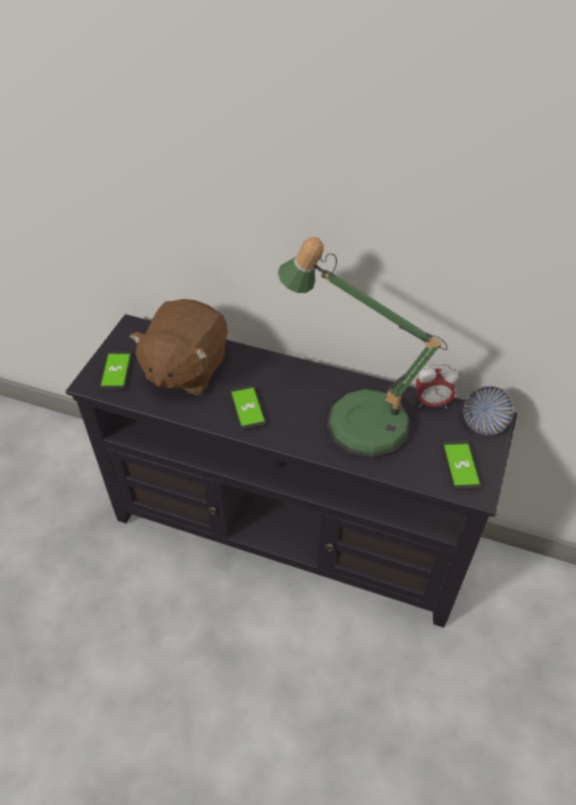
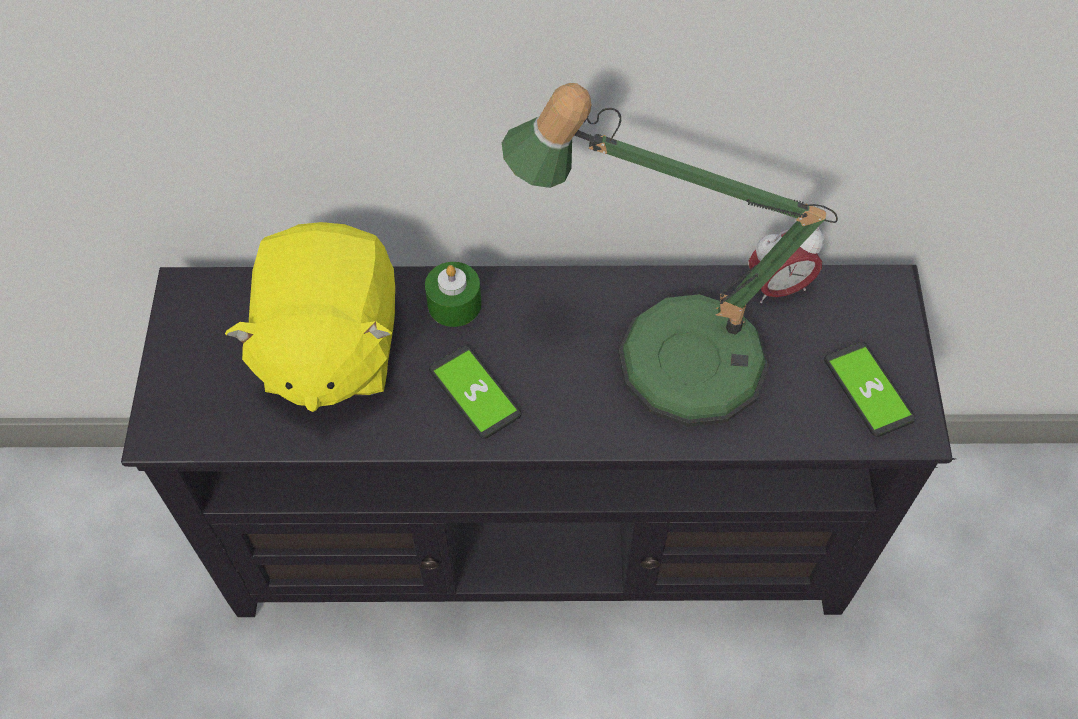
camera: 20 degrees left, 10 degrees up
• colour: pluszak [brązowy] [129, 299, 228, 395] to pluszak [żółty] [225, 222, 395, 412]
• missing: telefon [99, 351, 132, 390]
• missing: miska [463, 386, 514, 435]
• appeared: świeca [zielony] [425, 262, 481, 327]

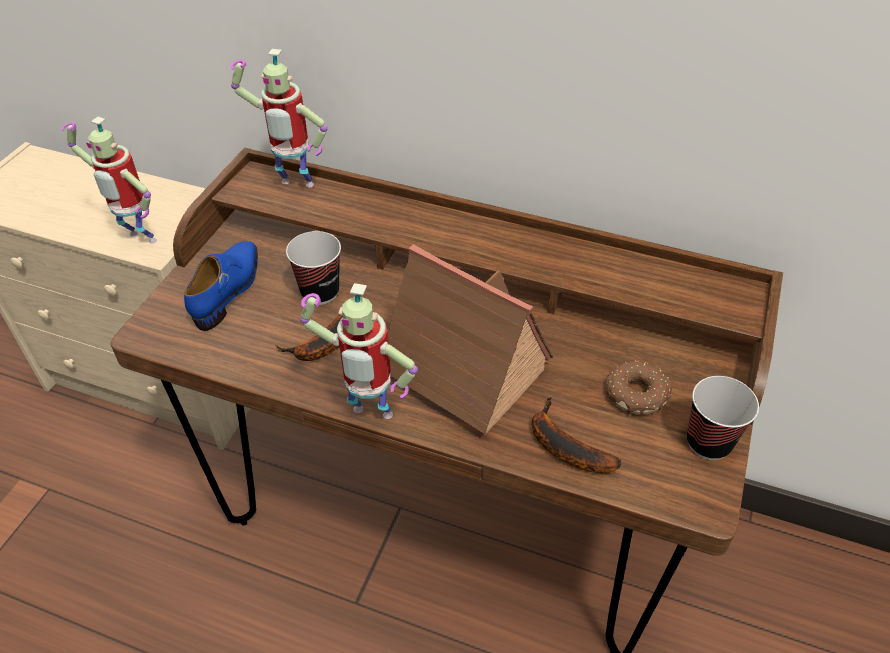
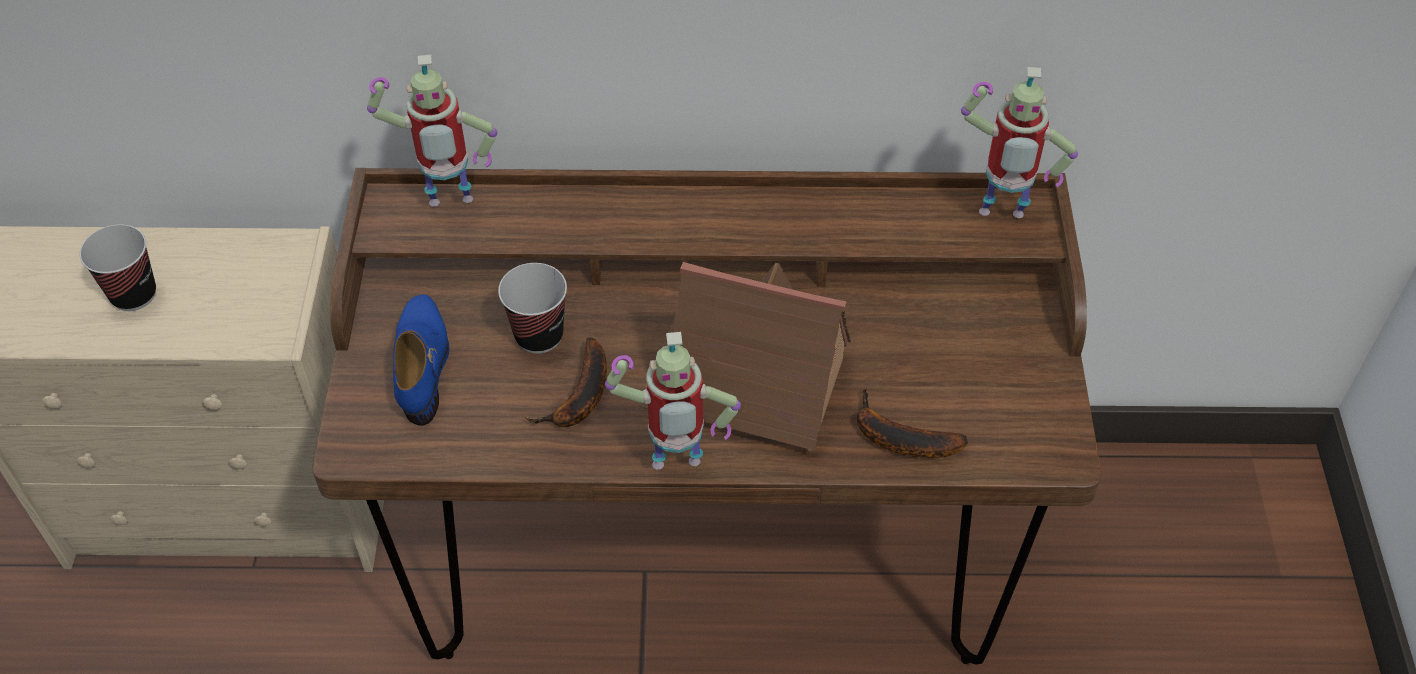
camera: 20 degrees left, 5 degrees up
• relocated: robot zabawkowy [61, 117, 157, 243] to [961, 67, 1078, 218]
• missing: donut [606, 361, 673, 415]
• relocated: filiżanka [687, 376, 759, 460] to [80, 224, 156, 311]

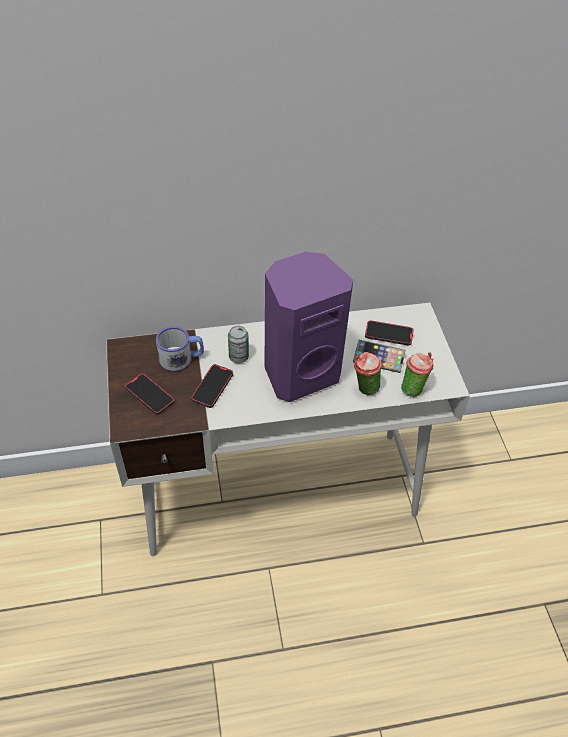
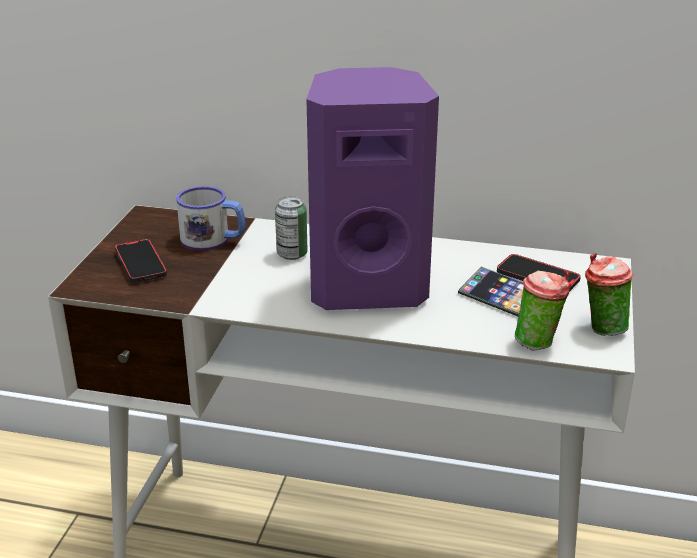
camera: 25 degrees right, 20 degrees down
• relocated: filiżanka [354, 352, 382, 395] to [585, 253, 633, 336]
• missing: telefon [191, 364, 233, 408]

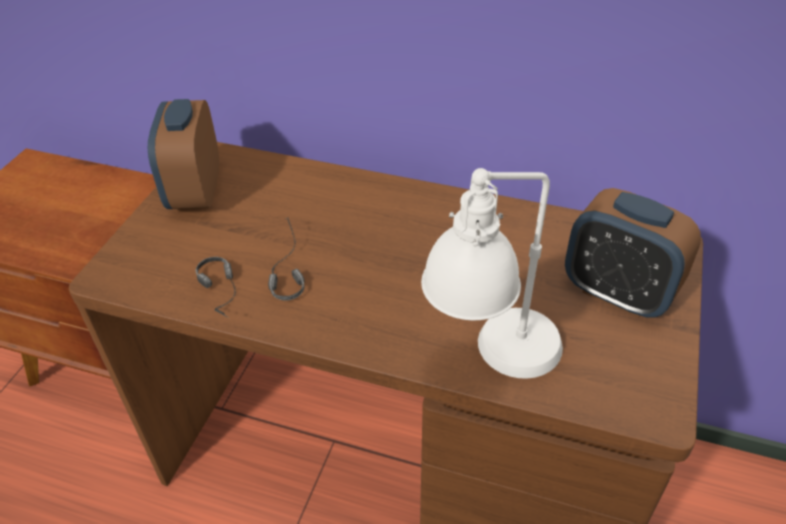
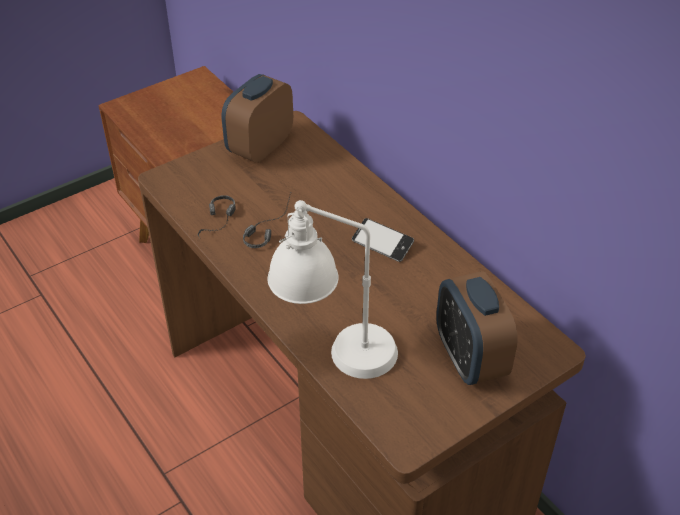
camera: 35 degrees right, 0 degrees up
• appeared: telefon [352, 218, 414, 262]

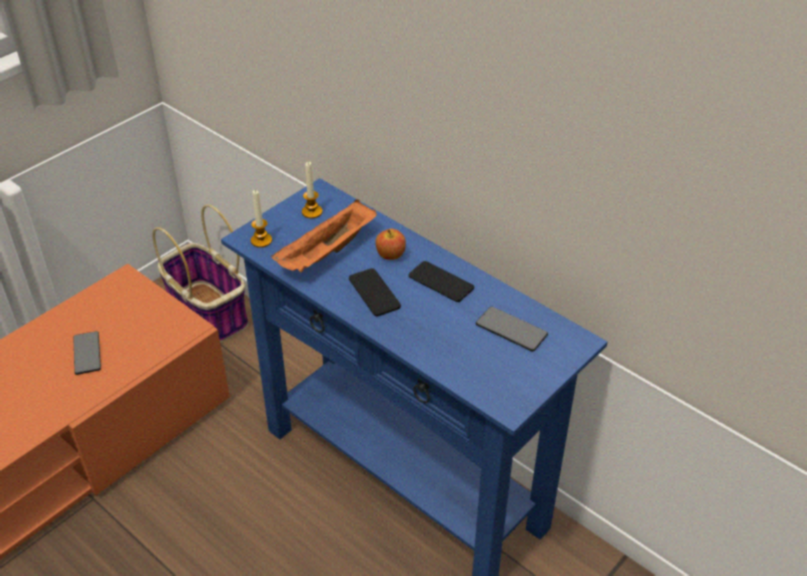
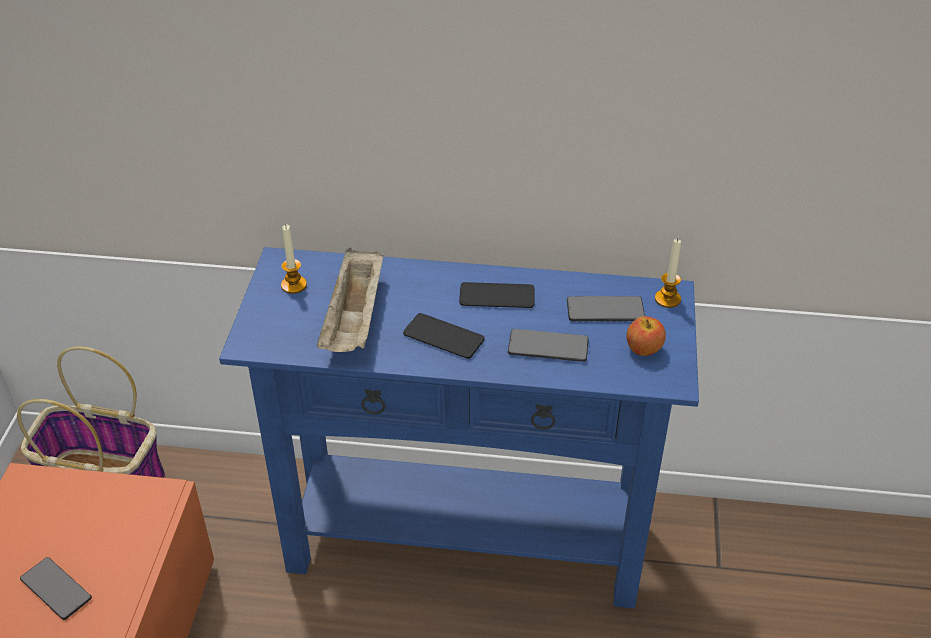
camera: 35 degrees left, 0 degrees up
• relocated: świeca [251, 190, 272, 248] to [655, 239, 681, 308]
• colour: taca [pomarańczowy] [271, 199, 377, 272] to taca [beżowy] [317, 248, 383, 352]
• relocated: jabłko [375, 229, 406, 260] to [626, 316, 666, 356]
• appeared: telefon [508, 329, 589, 362]

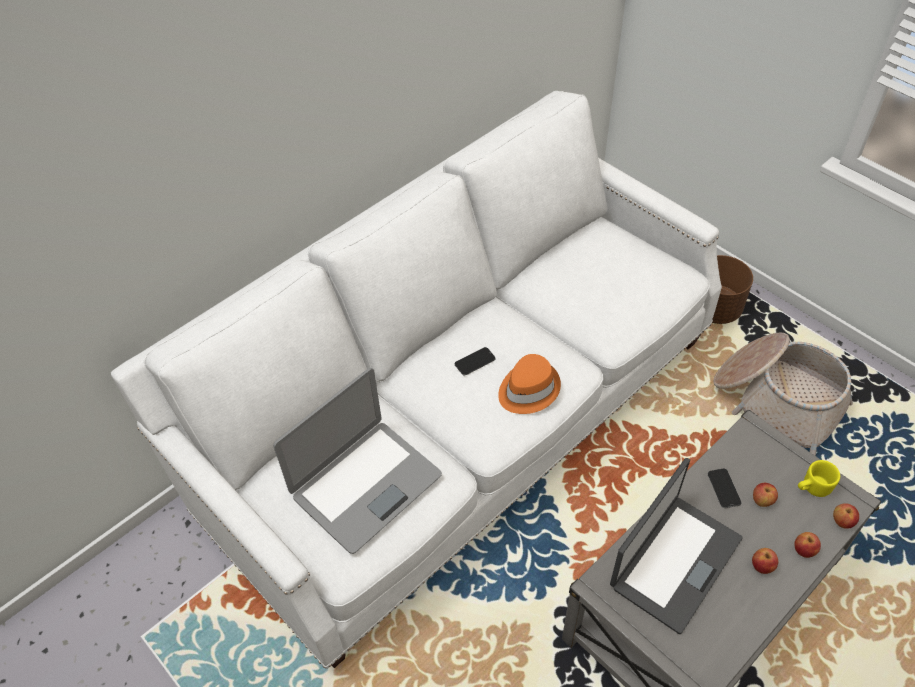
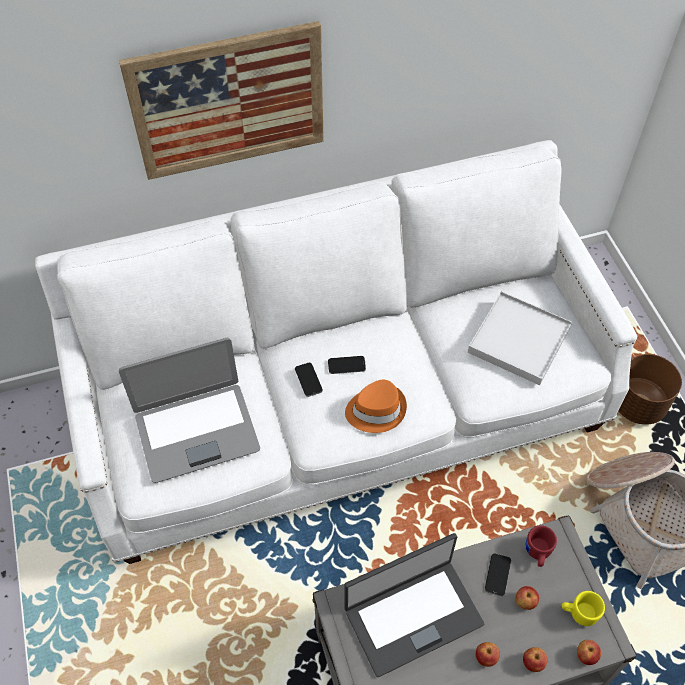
camera: 25 degrees right, 5 degrees up
• appeared: obraz [119, 21, 324, 180]
• appeared: taca [biały] [468, 291, 572, 385]
• appeared: telefon [295, 363, 323, 397]
• appeared: kubek [czerwony] [525, 525, 557, 567]

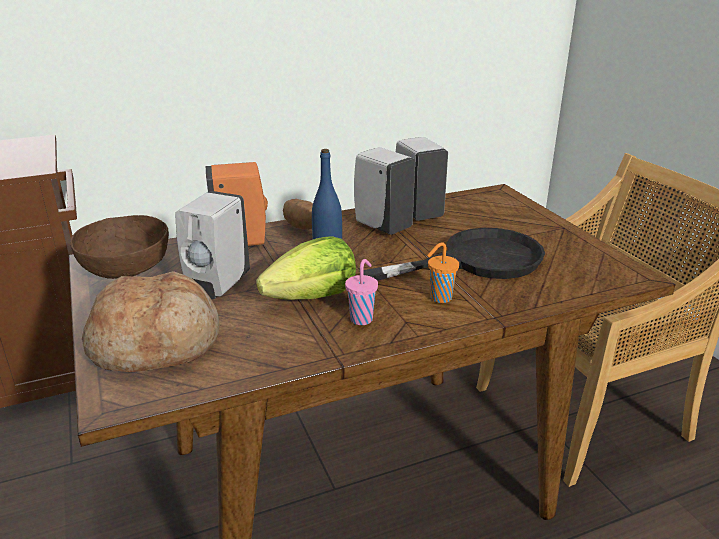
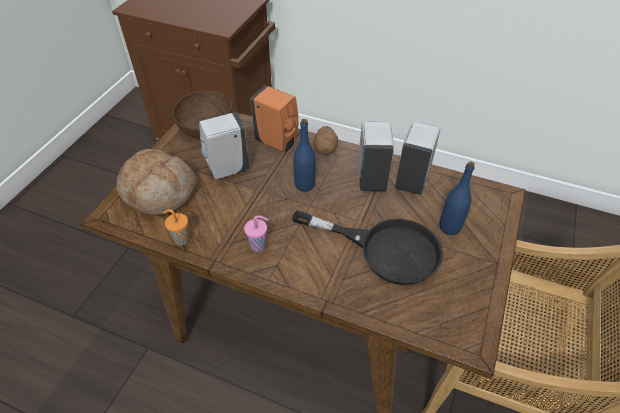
camera: 45 degrees right, 20 degrees up
• missing: sałata [256, 236, 356, 300]
• relocated: filiżanka [pomarańczowy] [427, 242, 459, 303] to [163, 209, 190, 246]
• appeared: butelka [niebieski] [440, 162, 475, 235]

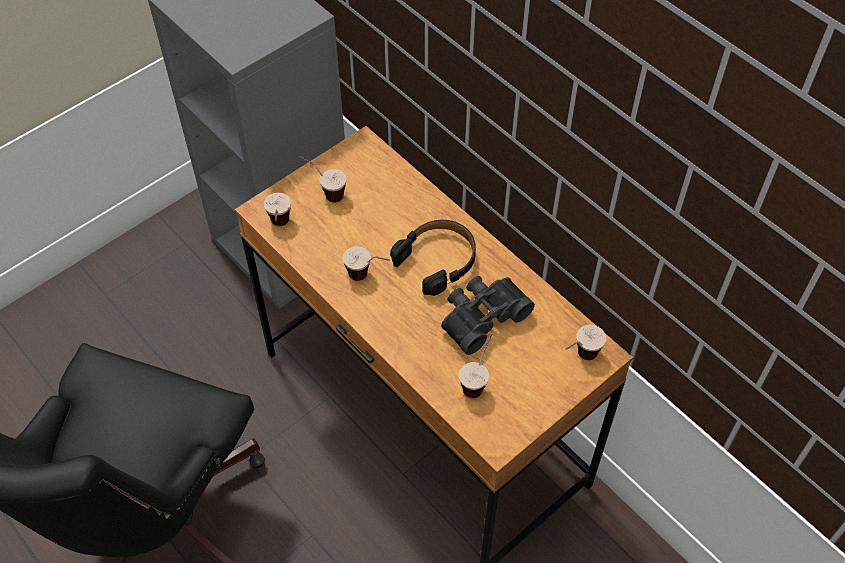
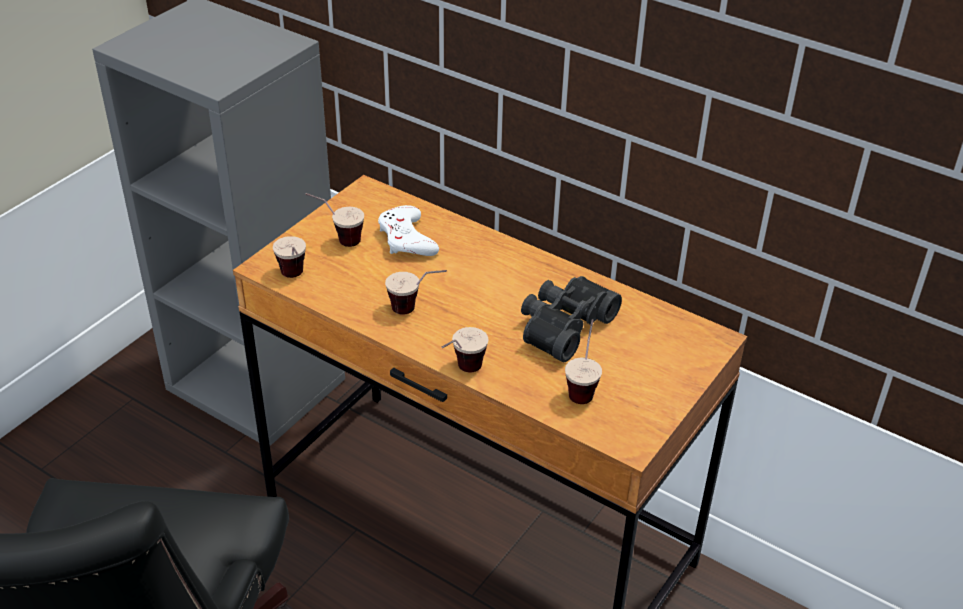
camera: 15 degrees left, 15 degrees down
• missing: słuchawki [czarny] [390, 220, 476, 296]
• relocated: filiżanka [566, 325, 606, 360] to [442, 327, 488, 372]
• appeared: pad do gier [biały] [378, 205, 439, 256]

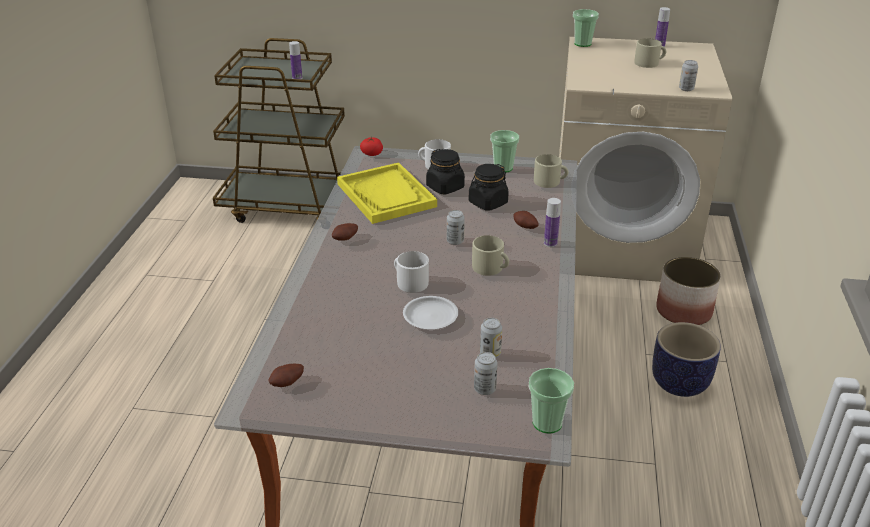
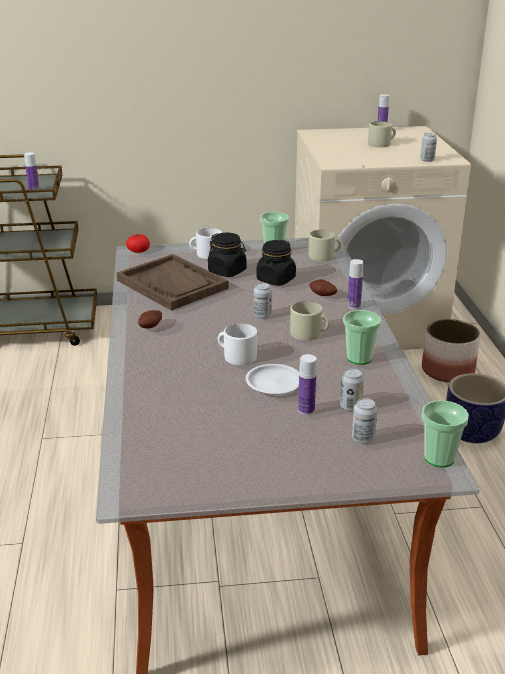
camera: 15 degrees left, 5 degrees down
• relocated: filiżanka [573, 9, 599, 47] to [343, 310, 382, 365]
• colour: taca [żółty] [337, 162, 437, 224] to taca [brązowy] [116, 254, 229, 311]
• missing: ziemniak [268, 364, 304, 387]
• appeared: butelka [298, 354, 317, 415]

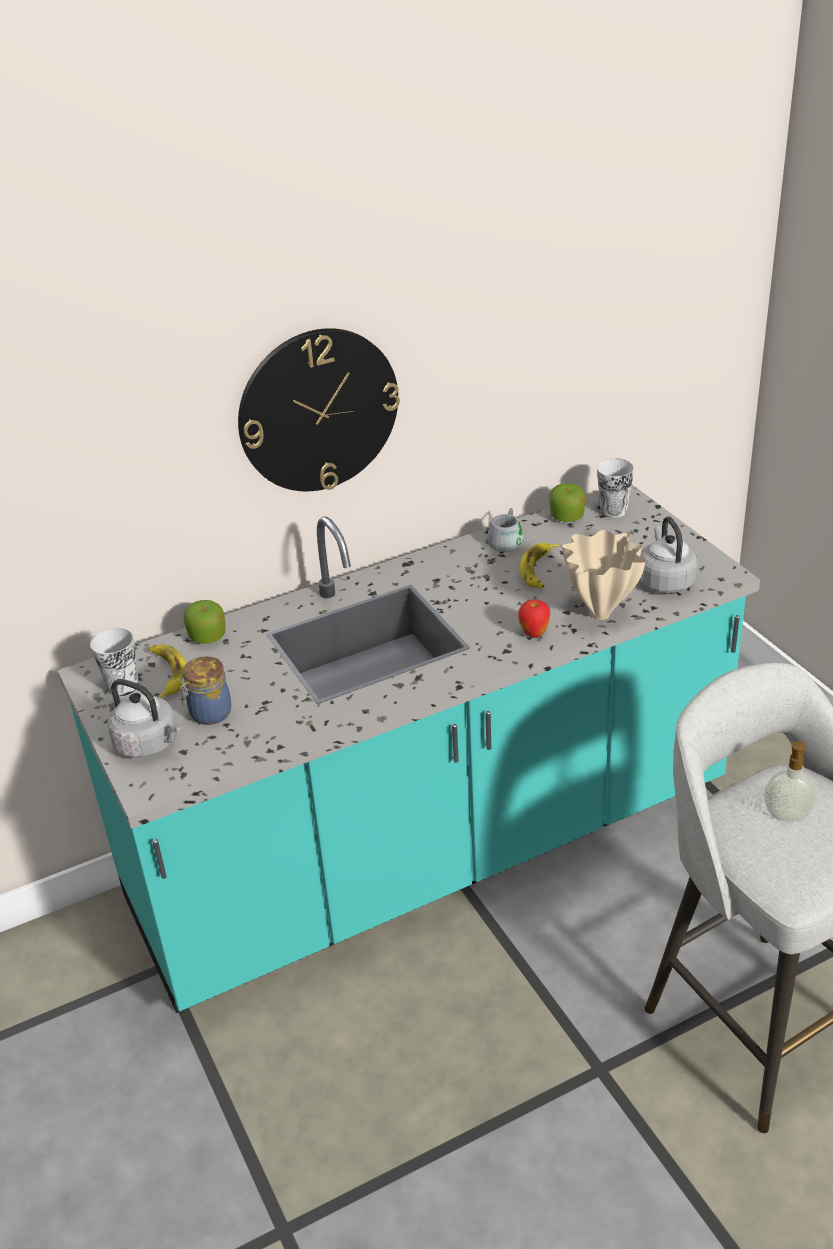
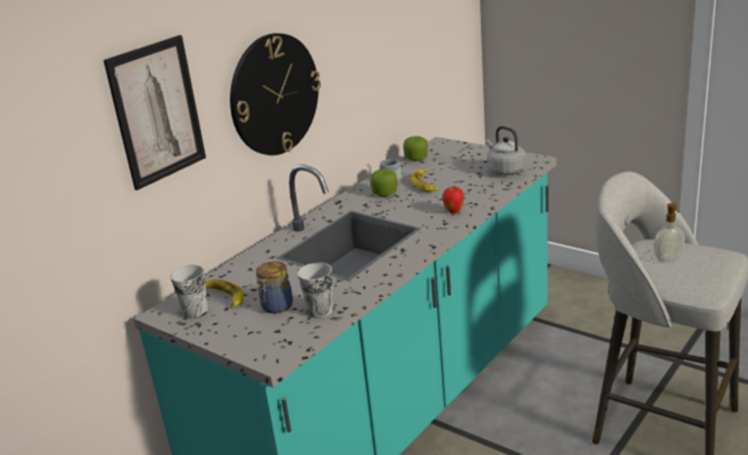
camera: 25 degrees left, 10 degrees down
• relocated: filiżanka [597, 458, 634, 518] to [298, 263, 333, 318]
• missing: wazon [beżowy] [562, 530, 646, 620]
• relocated: jabłko [184, 600, 225, 644] to [370, 169, 397, 196]
• missing: czajnik [szary] [108, 679, 180, 758]
• appeared: obraz [103, 35, 206, 190]

